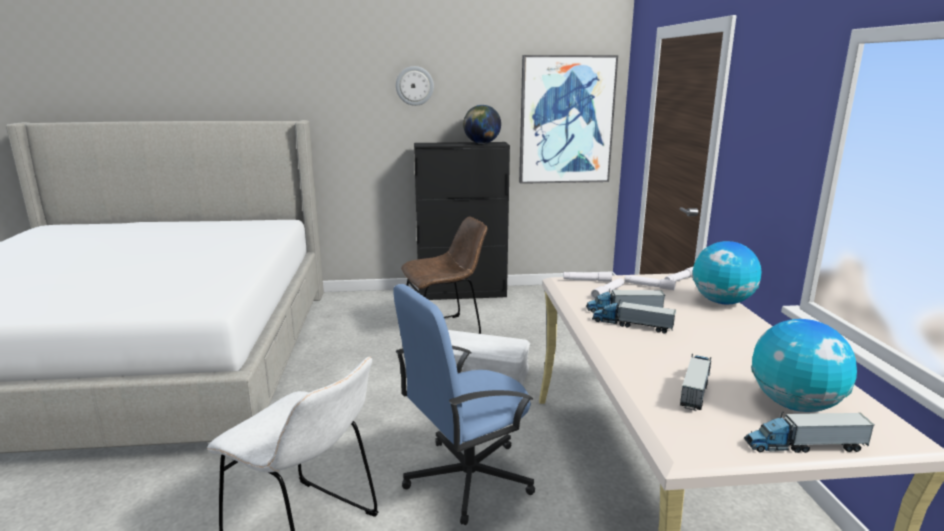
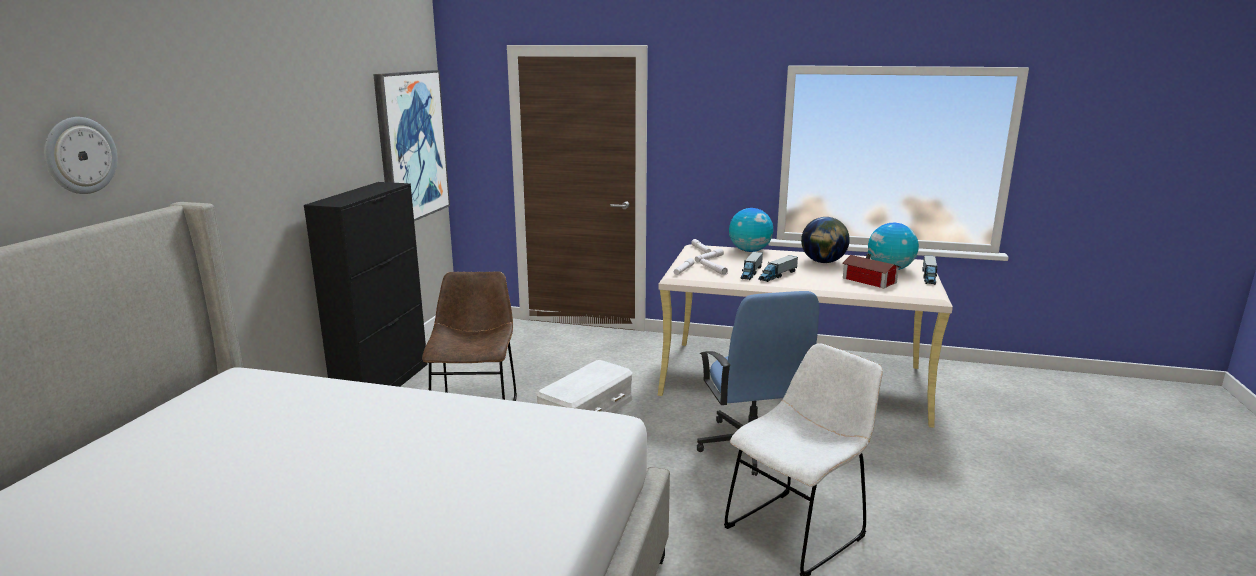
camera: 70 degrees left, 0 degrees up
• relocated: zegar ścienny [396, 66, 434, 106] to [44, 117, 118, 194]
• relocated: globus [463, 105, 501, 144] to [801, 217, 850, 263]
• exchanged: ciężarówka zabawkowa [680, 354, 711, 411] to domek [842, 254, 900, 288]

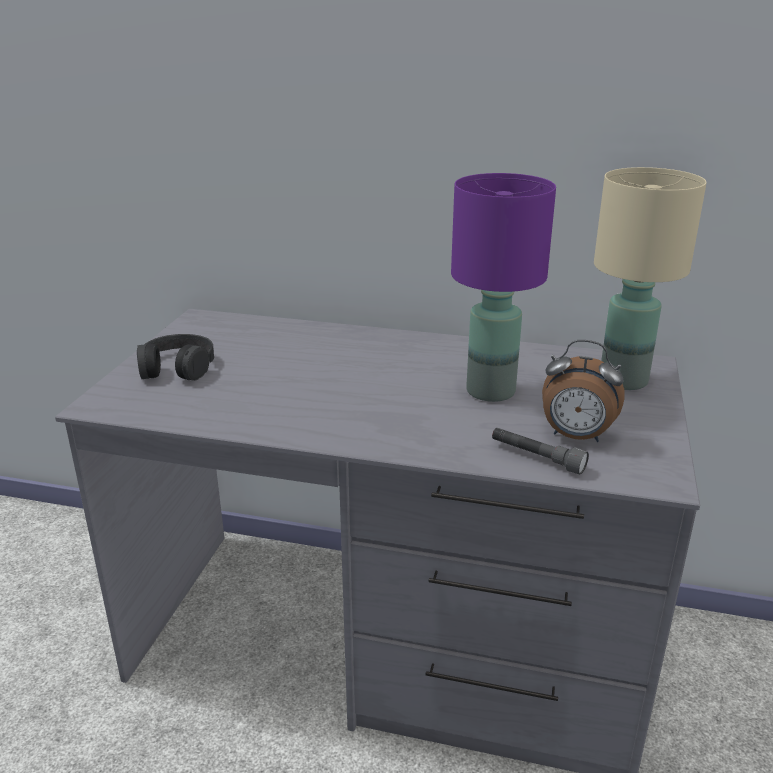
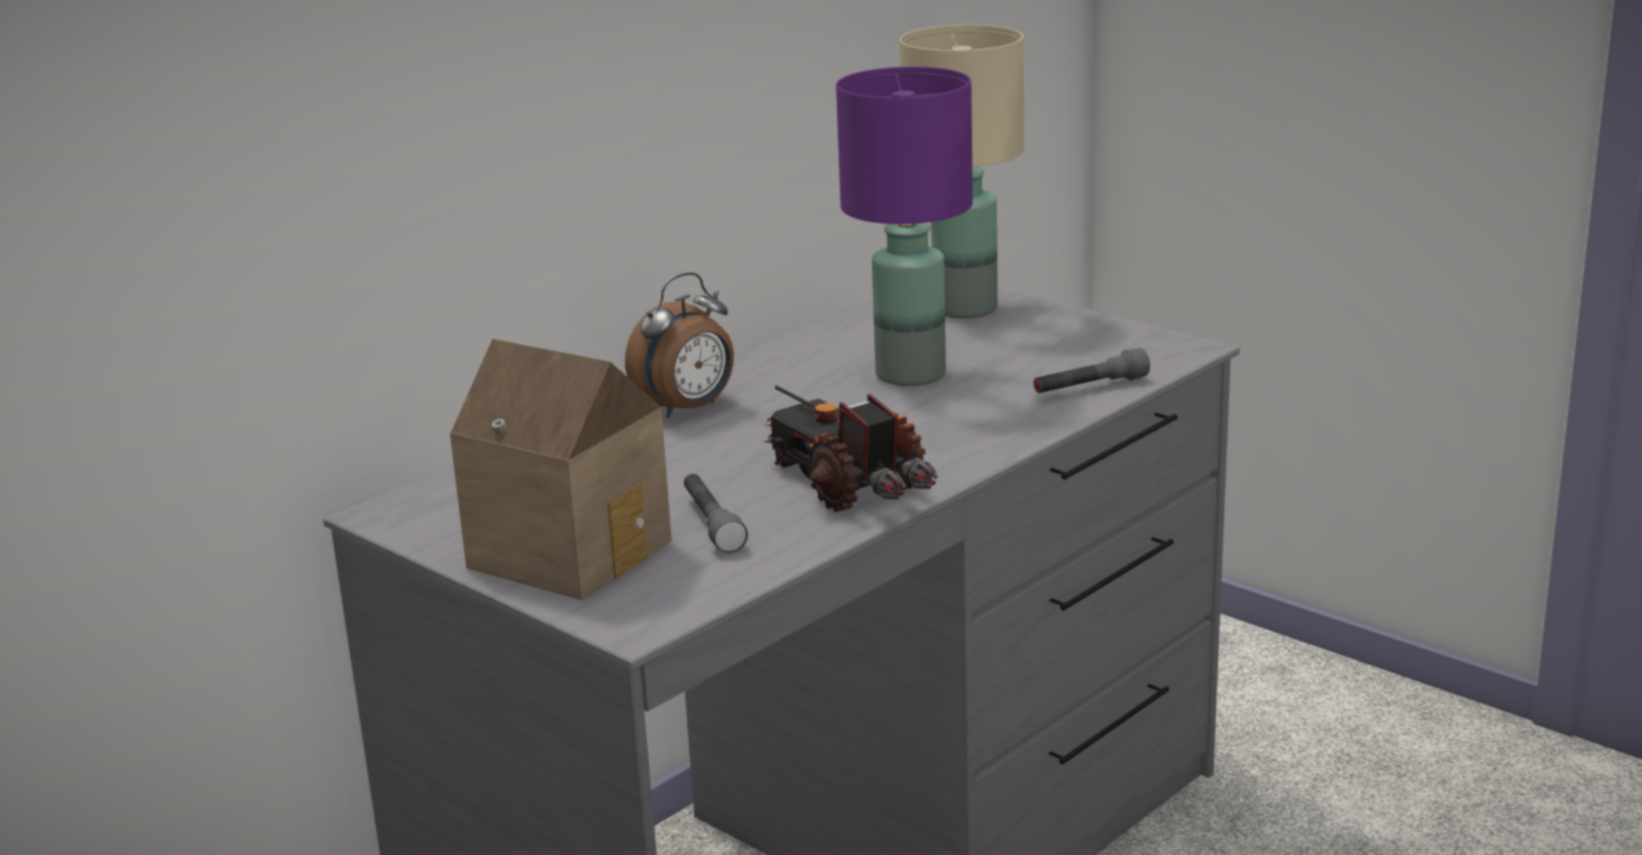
camera: 60 degrees left, 5 degrees down
• exchanged: słuchawki [czarny] [137, 334, 214, 381] to domek [450, 339, 672, 600]
• relocated: budzik [542, 340, 624, 442] to [625, 272, 734, 418]
• appeared: ciężarówka zabawkowa [762, 385, 938, 512]
• appeared: latarka [szary] [684, 474, 748, 553]

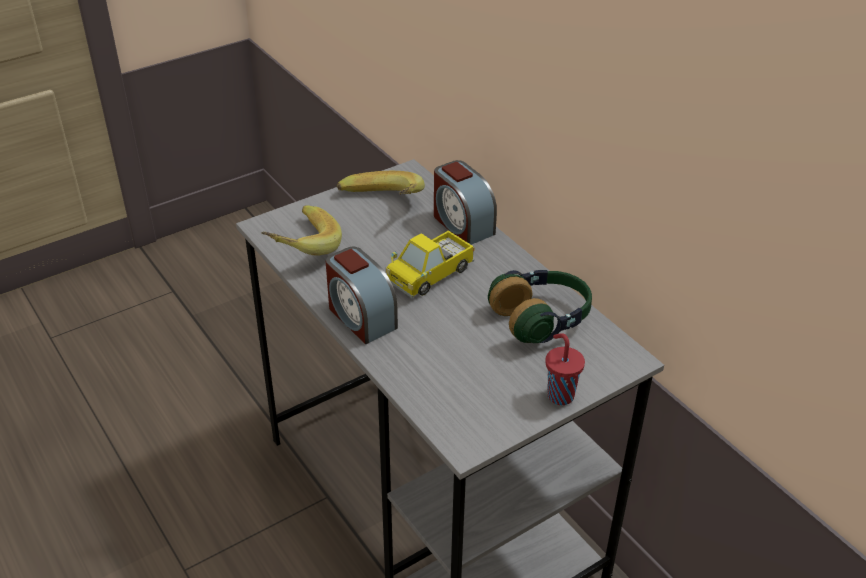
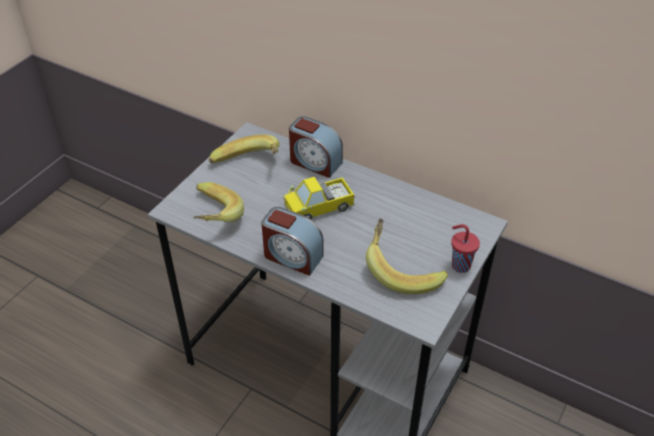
camera: 25 degrees left, 5 degrees up
• spun: ciężarówka zabawkowa [386, 230, 475, 298] = [283, 177, 355, 220] 45 degrees clockwise
• missing: słuchawki [488, 270, 592, 343]
• appeared: banan [366, 218, 448, 294]

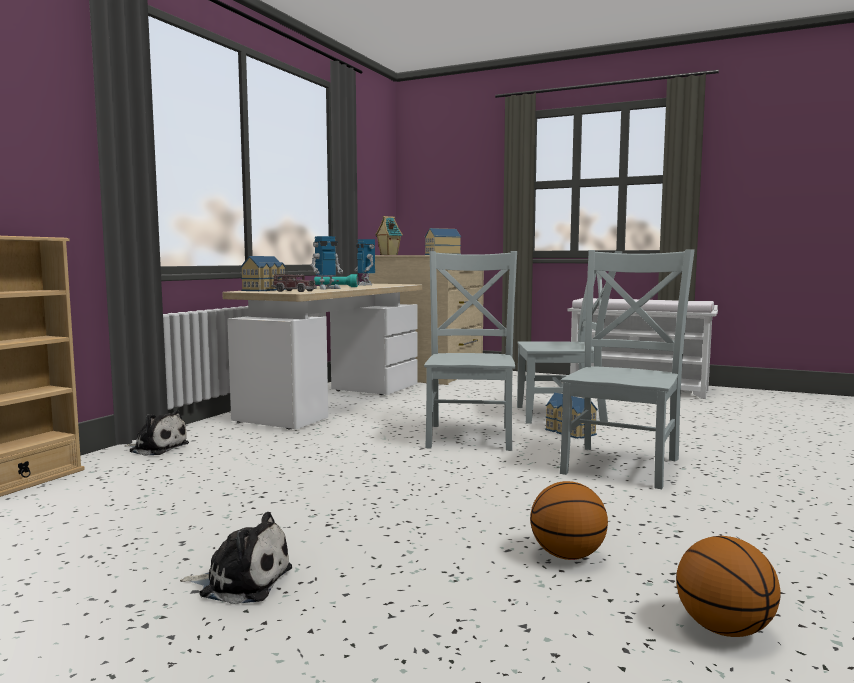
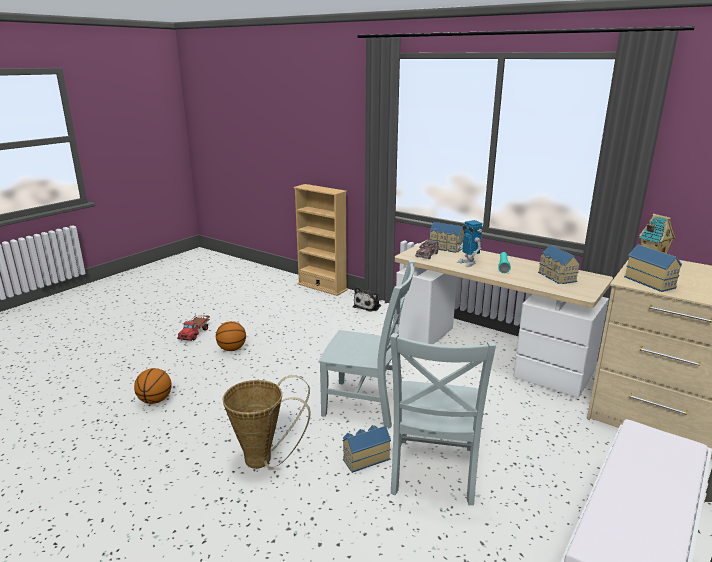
camera: 100 degrees right, 15 degrees up
• exchanged: robot zabawkowy [354, 239, 375, 286] to domek [538, 245, 580, 284]
• exchanged: krzesło [szary] [560, 249, 695, 489] to koszyk [222, 375, 311, 469]
• exchanged: pluszak [180, 512, 292, 604] to ciężarówka zabawkowa [177, 315, 210, 341]
• relocated: piłka do koszykówki [676, 536, 781, 637] to [216, 321, 246, 351]

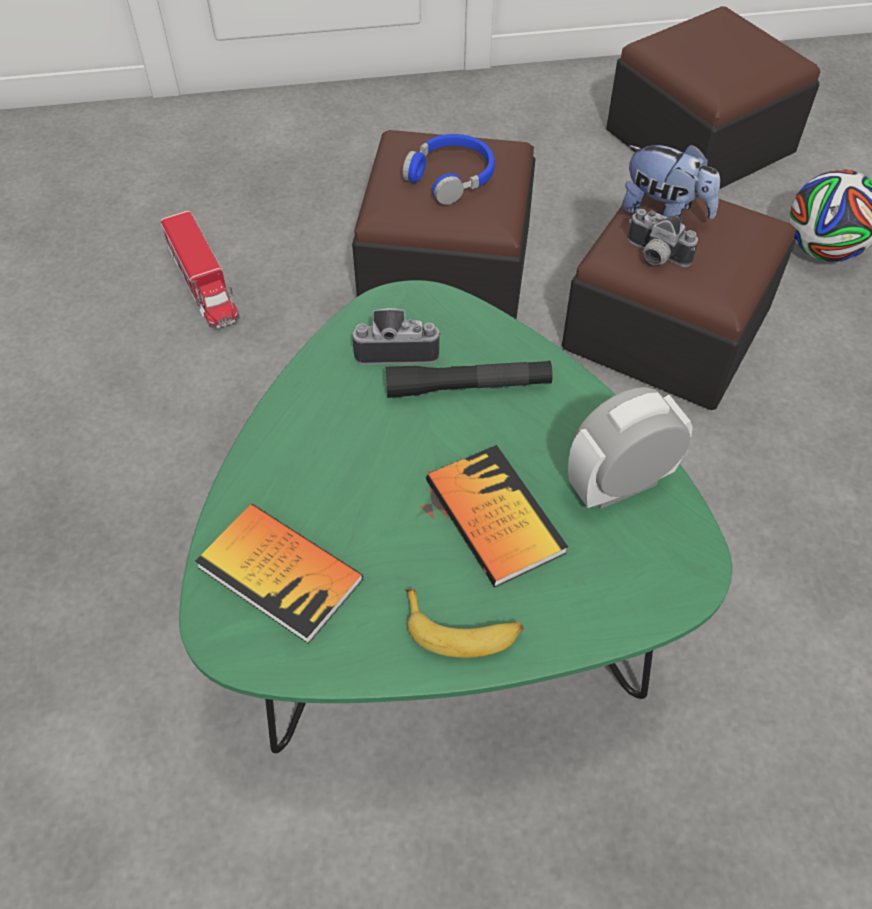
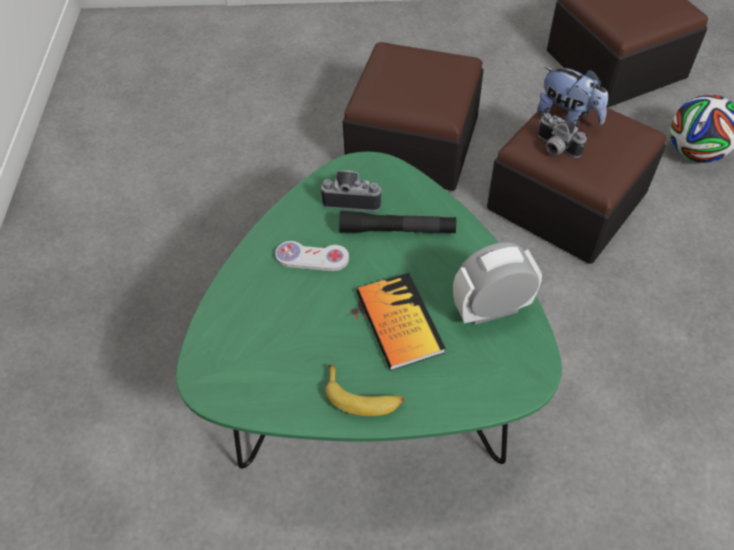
camera: 10 degrees right, 0 degrees up
• missing: słuchawki [niebieski] [402, 134, 495, 205]
• missing: ciężarówka zabawkowa [161, 210, 239, 328]
• missing: książka [195, 504, 363, 644]
• appeared: pad do gier [biały] [275, 241, 349, 271]

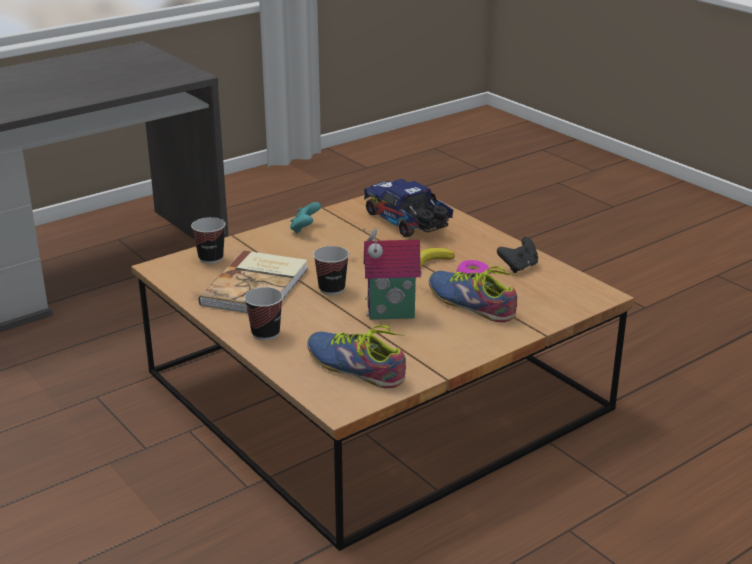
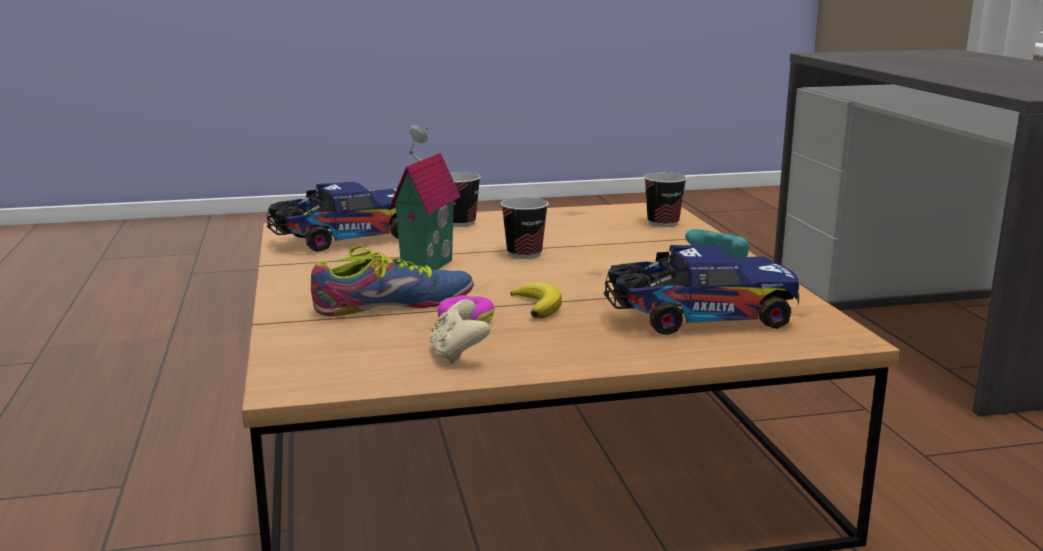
camera: 115 degrees right, 10 degrees down
• colour: pad do gier [czarny] [497, 237, 538, 273] to pad do gier [beżowy] [430, 299, 490, 364]
• missing: książka [199, 251, 308, 313]
• exchanged: but [307, 325, 406, 388] to ciężarówka zabawkowa [267, 182, 399, 252]

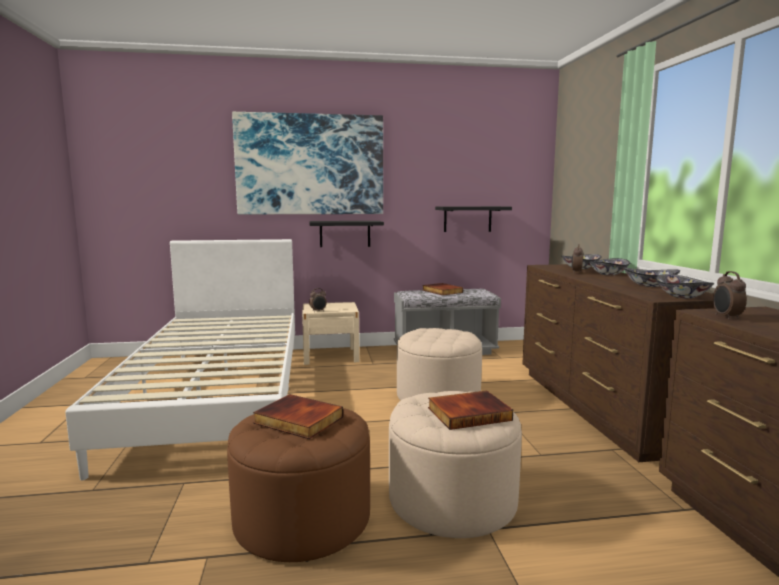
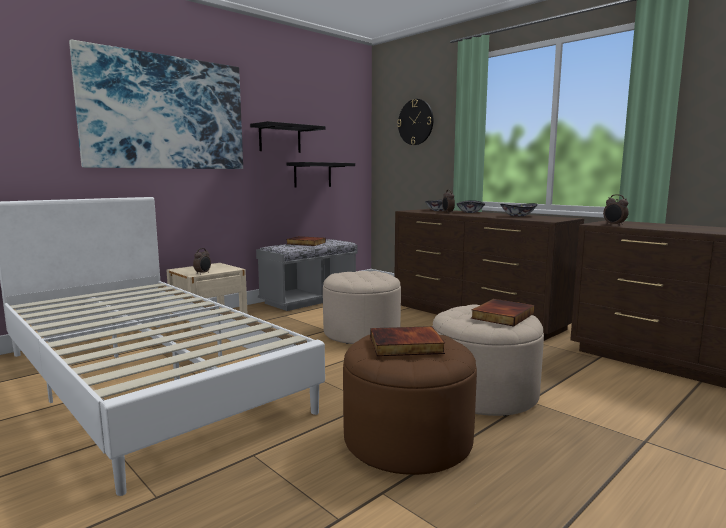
camera: 35 degrees left, 0 degrees up
• relocated: półka [czarny] [310, 221, 384, 247] to [250, 121, 326, 153]
• missing: miska [655, 274, 714, 299]
• appeared: zegar ścienny [397, 99, 433, 145]

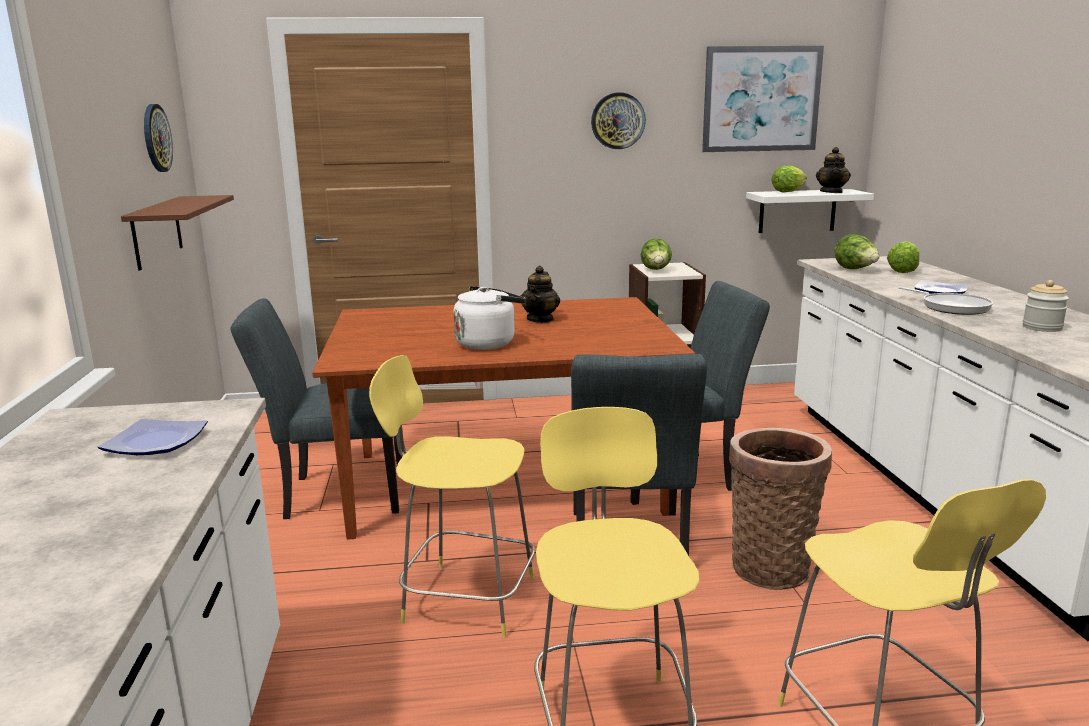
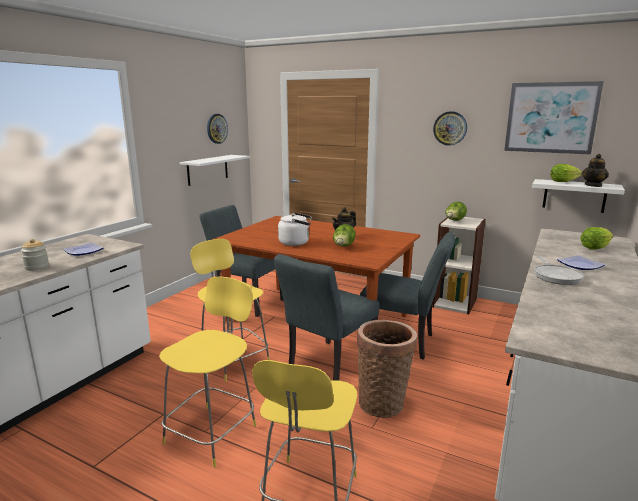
camera: 35 degrees right, 0 degrees up
• colour: półka [brązowy] [121, 195, 234, 271] to półka [biały] [180, 155, 250, 186]
• relocated: sałata [835, 234, 879, 269] to [333, 224, 356, 247]
• relocated: słoik [1022, 280, 1069, 332] to [21, 239, 49, 271]

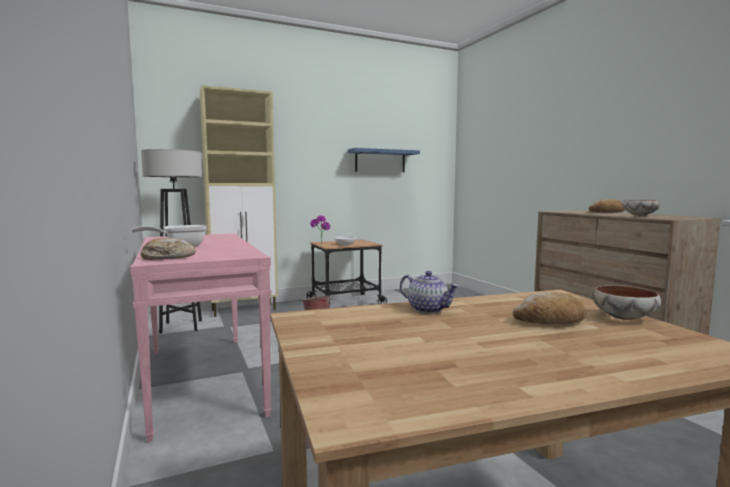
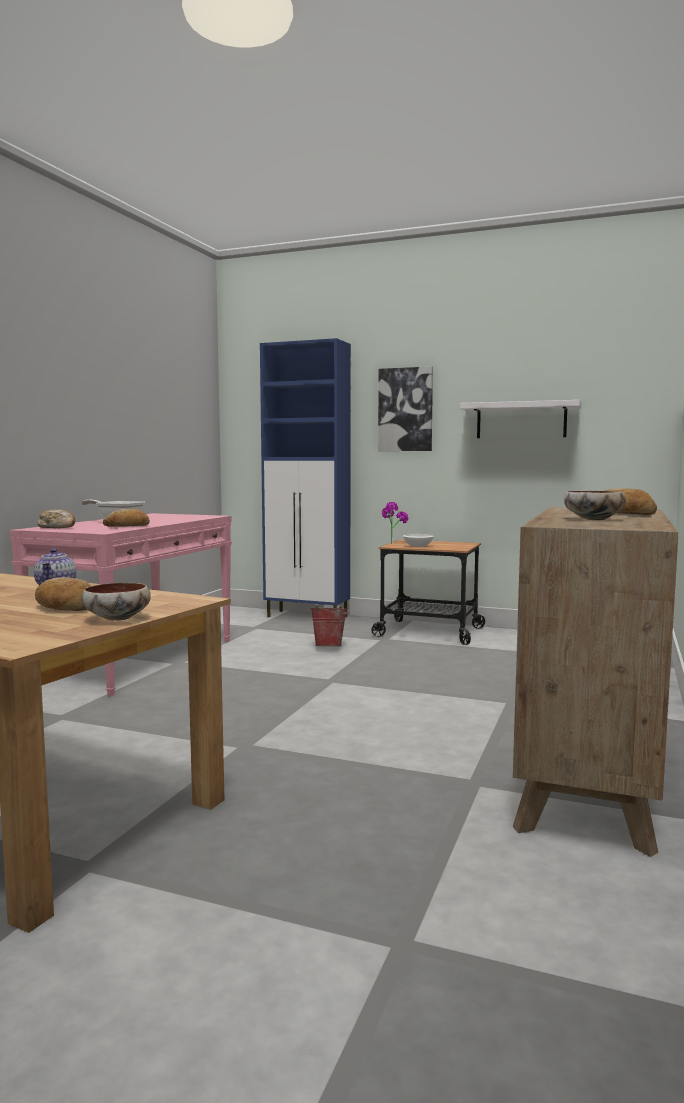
camera: 45 degrees right, 0 degrees up
• colour: szafka [beżowy] [200, 85, 278, 317] to szafka [niebieski] [260, 338, 351, 617]
• colour: półka [niebieski] [348, 148, 420, 172] to półka [biały] [460, 400, 581, 438]
• missing: lampa stojąca [szary] [141, 149, 202, 334]
• appeared: obraz [378, 366, 433, 451]
• appeared: chleb [103, 509, 150, 527]

